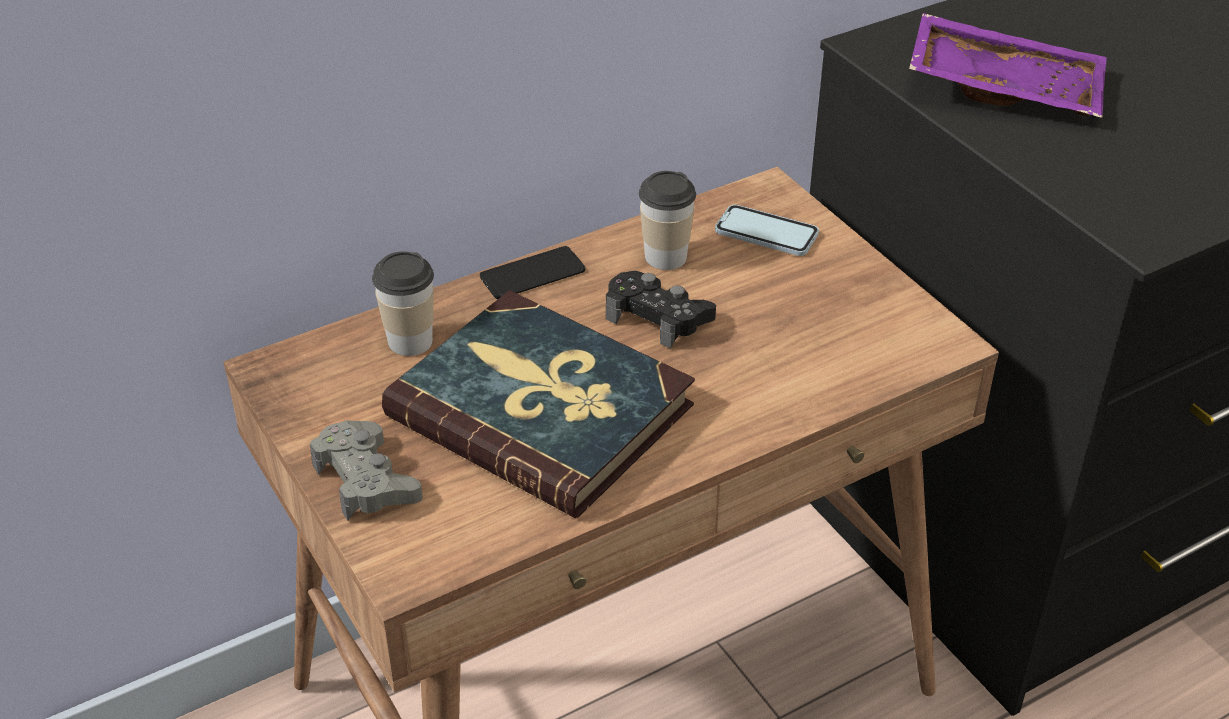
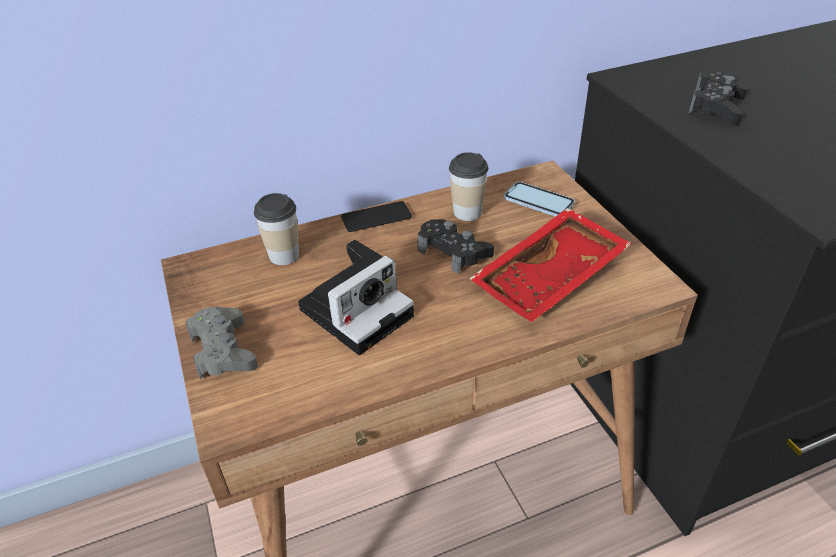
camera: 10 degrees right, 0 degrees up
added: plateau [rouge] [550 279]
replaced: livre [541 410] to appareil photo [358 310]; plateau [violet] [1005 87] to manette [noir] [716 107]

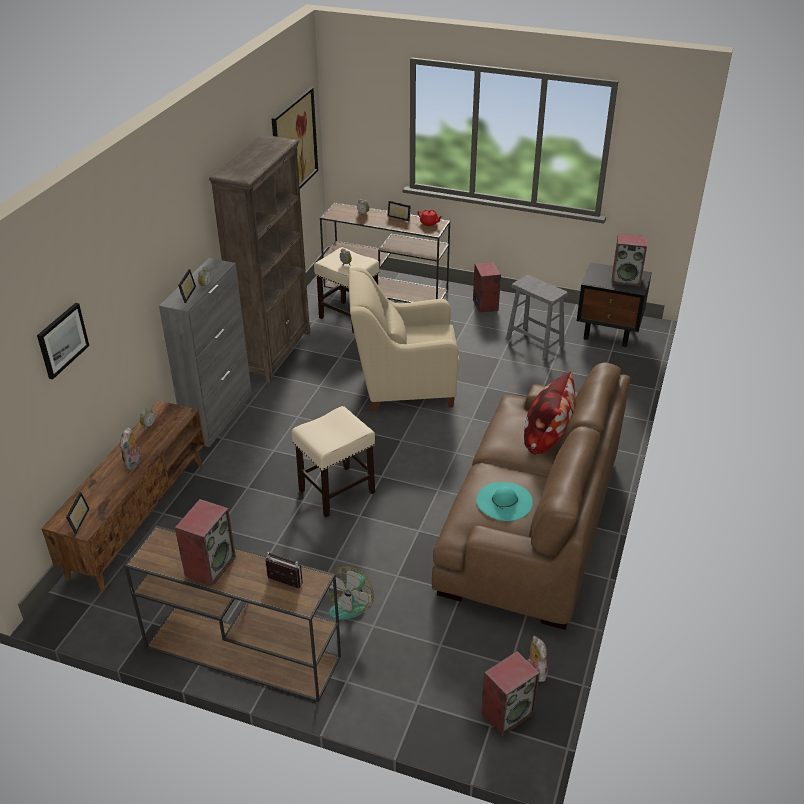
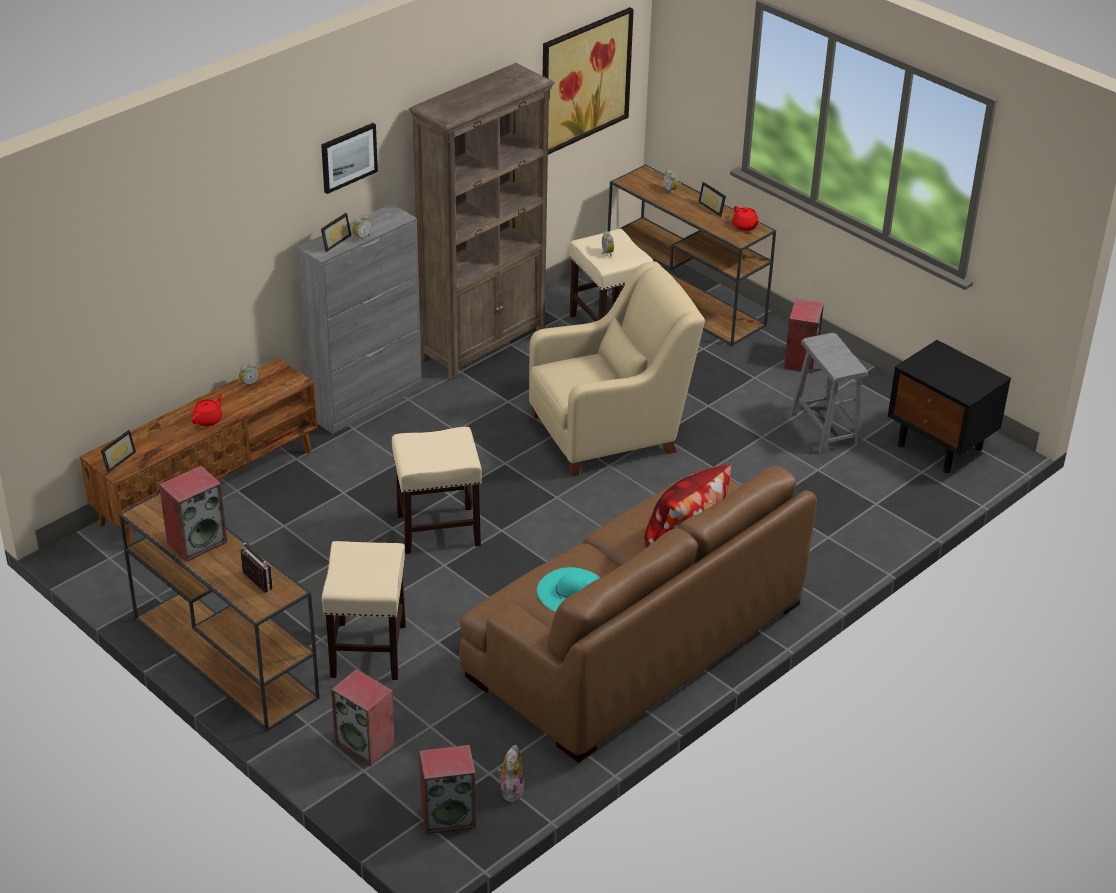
camera: 25 degrees right, 0 degrees up
moved: tableau [62 340] to [348 157]; enceinte [626 279] to [366 744]
replaced: peluche [133 463] to théière [rouge] [208 419]; ventilateur [351 603] to tabouret [beige] [368 651]
turned: fauteuil [beige] [403 385] = [610 432] 135 degrees clockwise

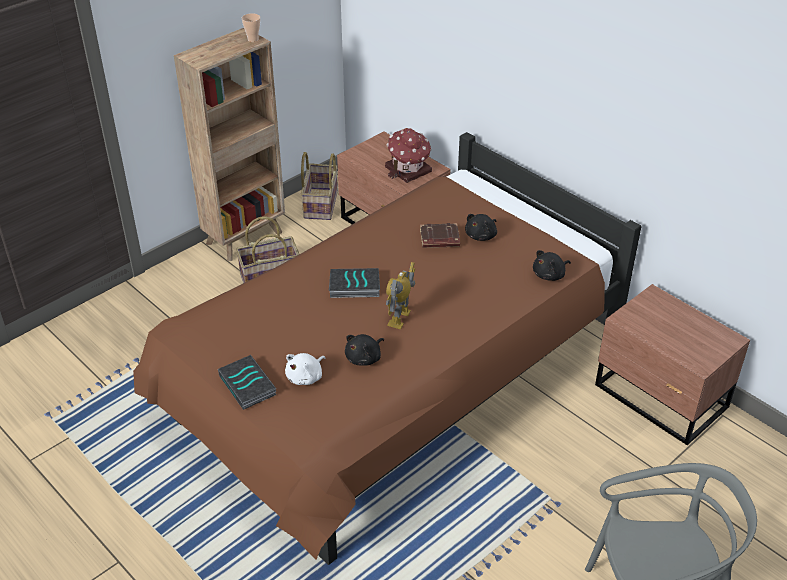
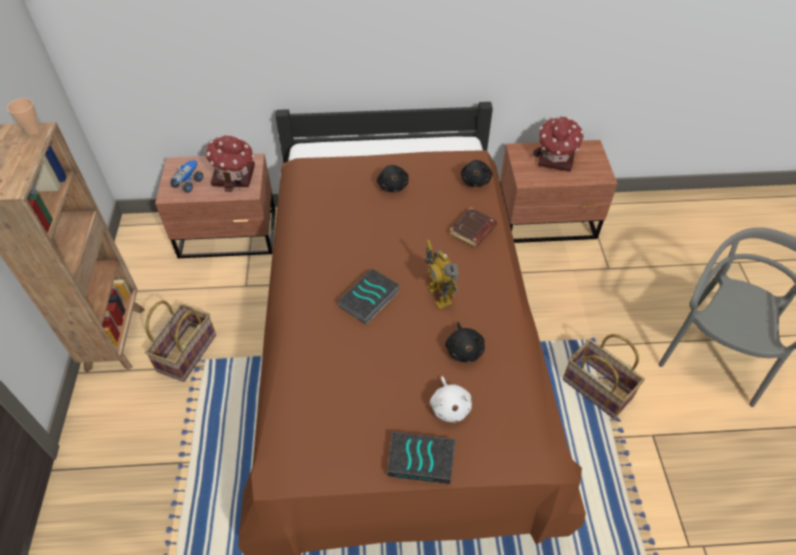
camera: 50 degrees left, 10 degrees up
added: camion jouet [188 183]; maison miniature [555 158]
moved: livre [marron] [439 239] to [473 230]; panier [320 204] to [596 389]

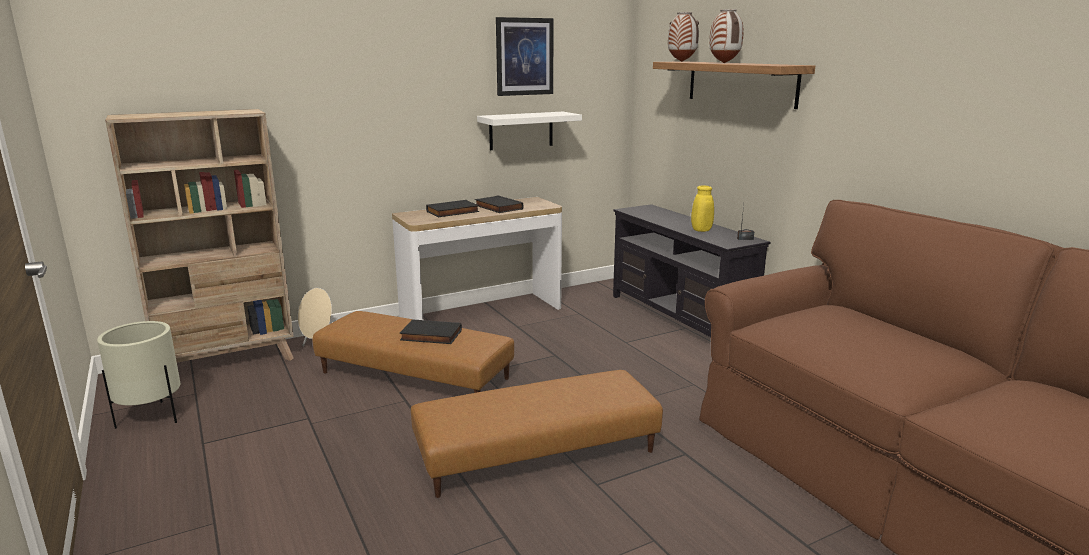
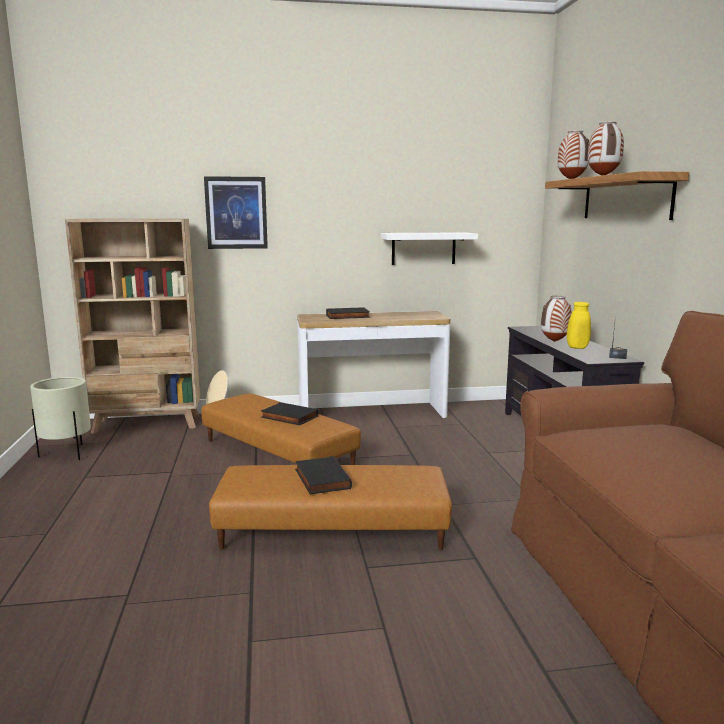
camera: 20 degrees right, 5 degrees down
added: vase [554 341]
moved: tableau [524 56] to [236 213]; livre [noir] [497 207] to [320 479]

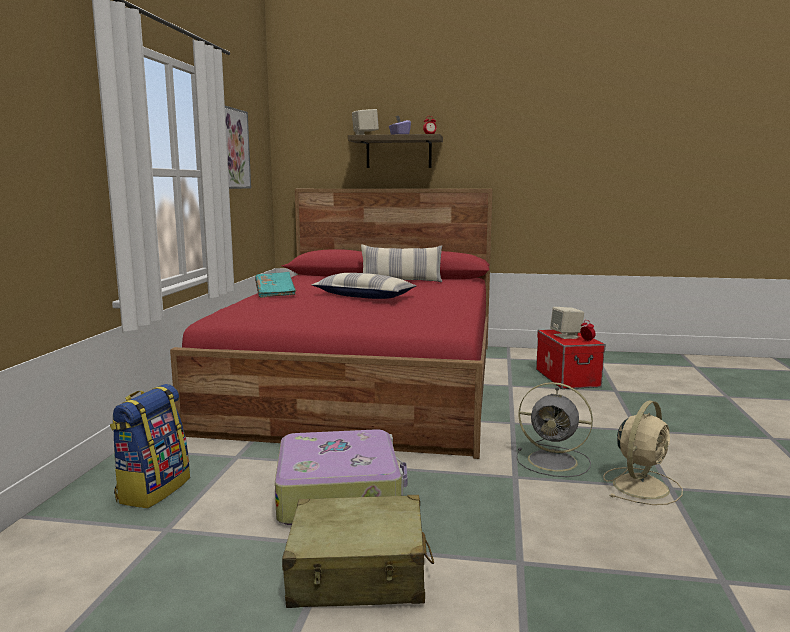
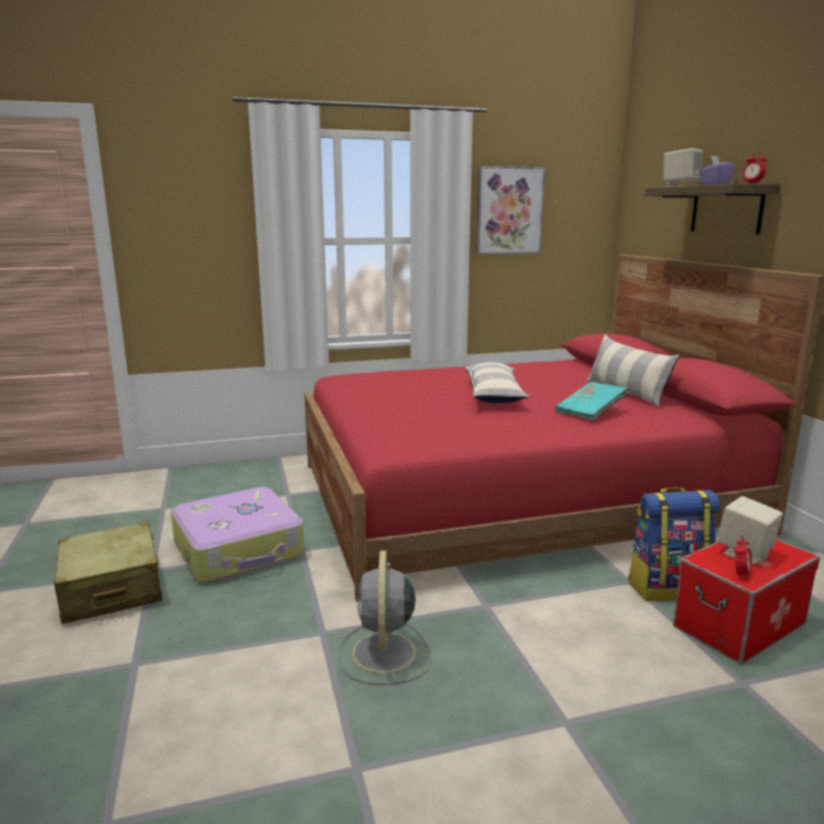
camera: 65 degrees right, 5 degrees up
removed: ventilateur [beige] [641 486]
moved: livre [turquoise] [275 293] to [590 411]; sac à dos [153 490] to [668 587]

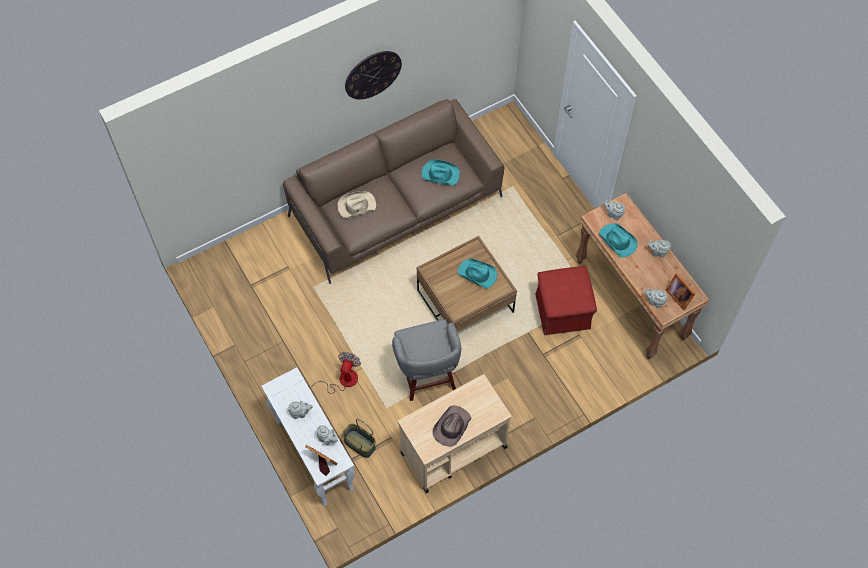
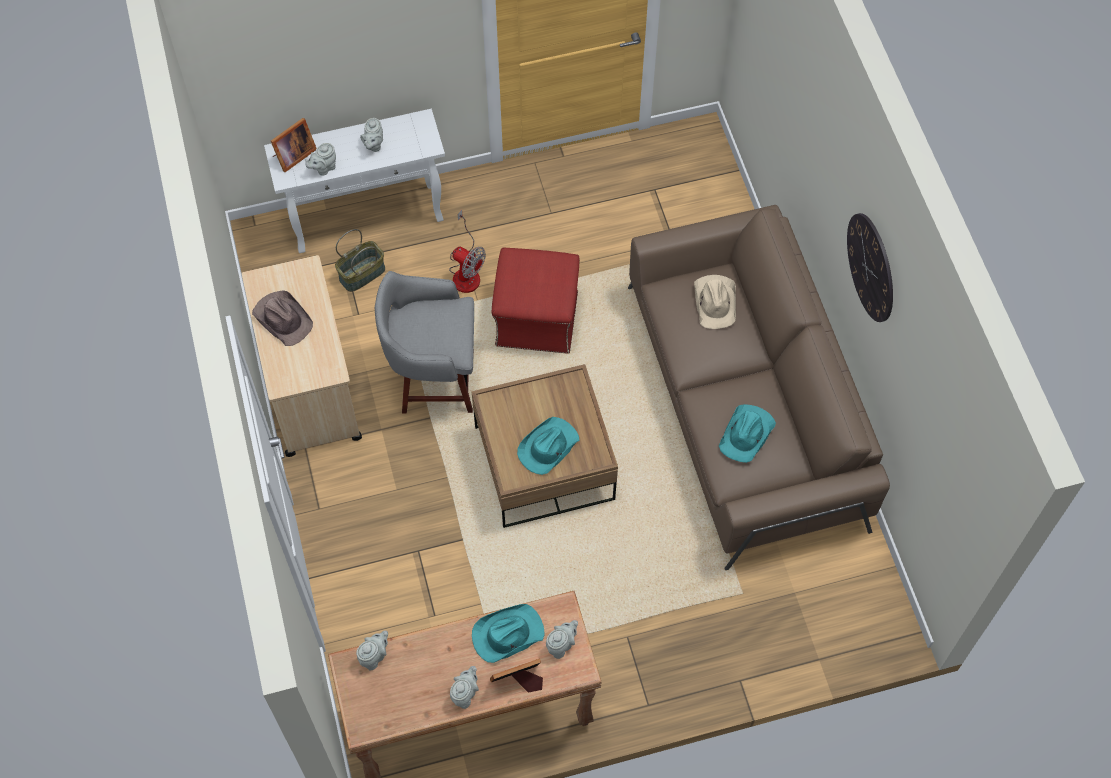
camera: 105 degrees right, 0 degrees up
moved: cadre photo [678 295] to [519 681]; pouf [rouge] [563 312] to [535 319]

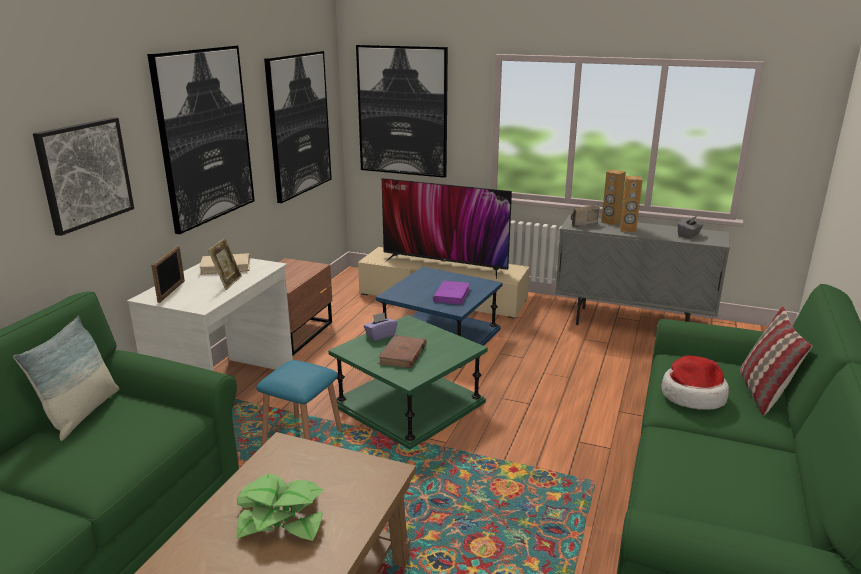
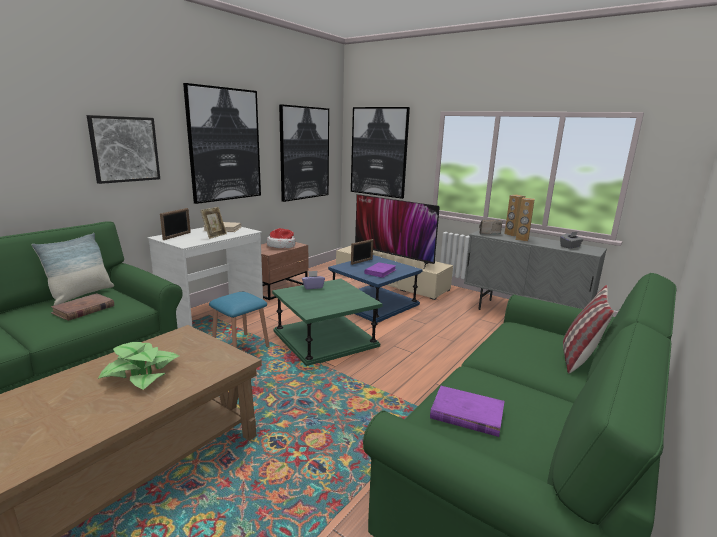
camera: 15 degrees right, 5 degrees down
added: cadre photo [362 261]; livre [violet] [466 414]
moved: livre [marron] [402 354] to [83 309]; chapeau [692 395] to [282 246]

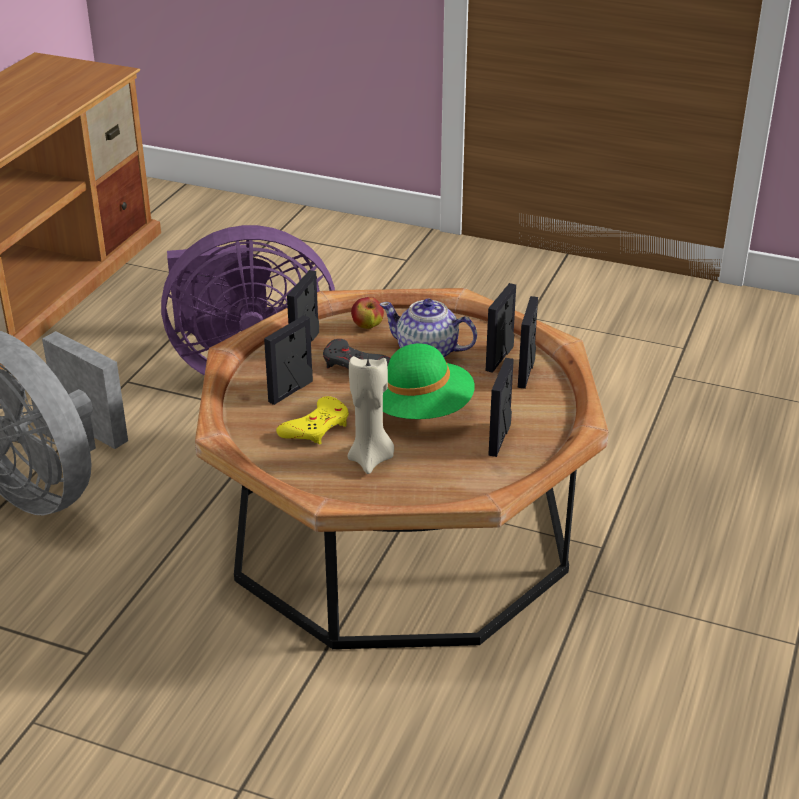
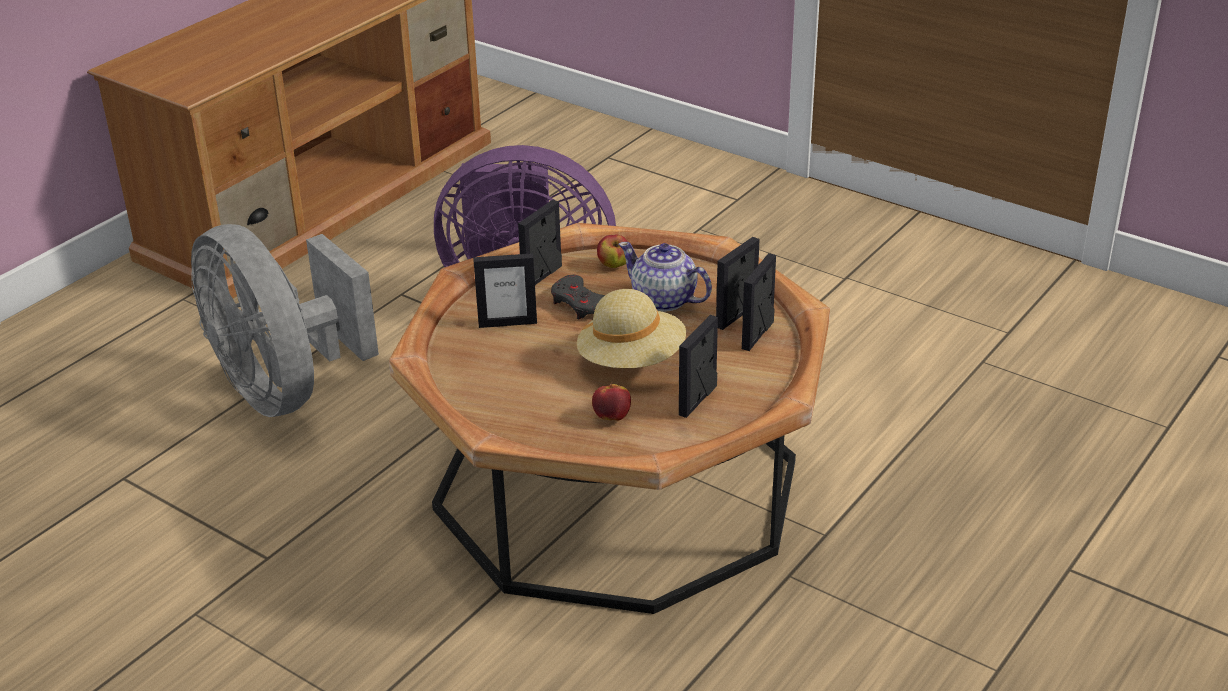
camera: 15 degrees right, 0 degrees up
removed: manette [jaune] [316 427]; bougie [beige] [371 459]
added: pomme [611 417]
recoloured: chapeau [vert] [422 411] to chapeau [beige] [632 360]
turned: cadre photo [291 391] = [507 323] 150 degrees counterclockwise

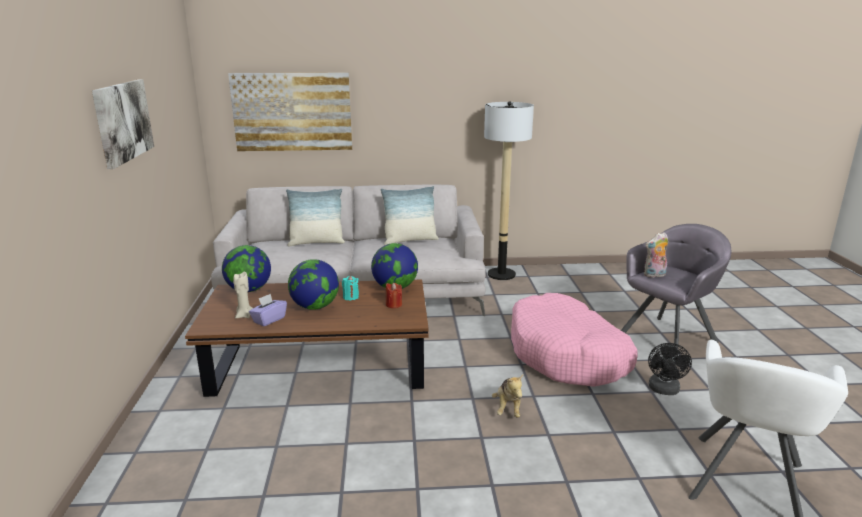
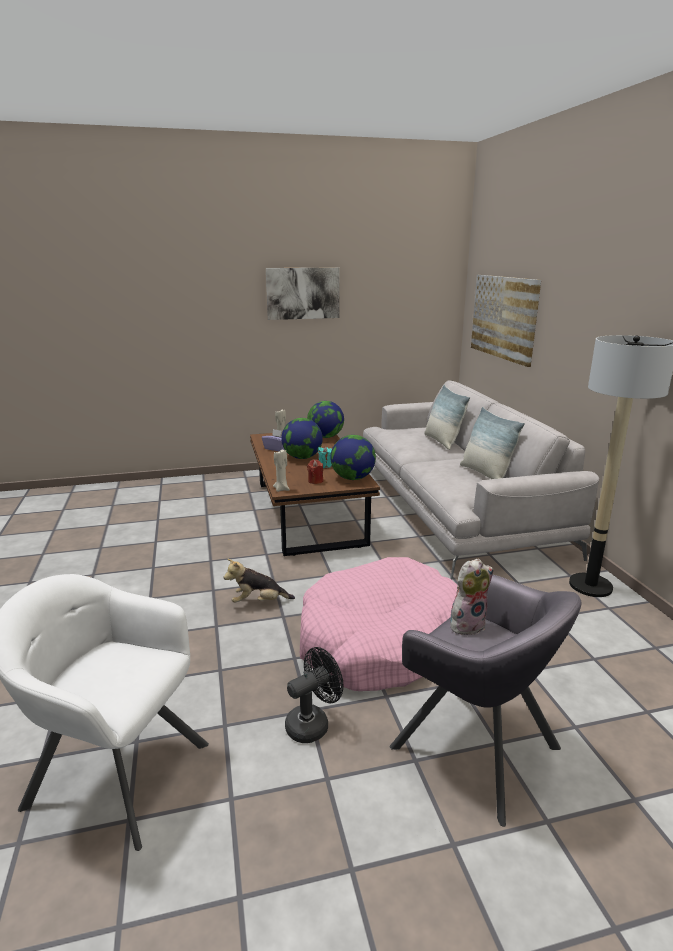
camera: 80 degrees right, 0 degrees up
added: bougie [beige] [281 489]
turned: ventilateur [noir] [664 390] = [313 723] 135 degrees clockwise; peluche [654 275] = [467 624] 90 degrees clockwise

